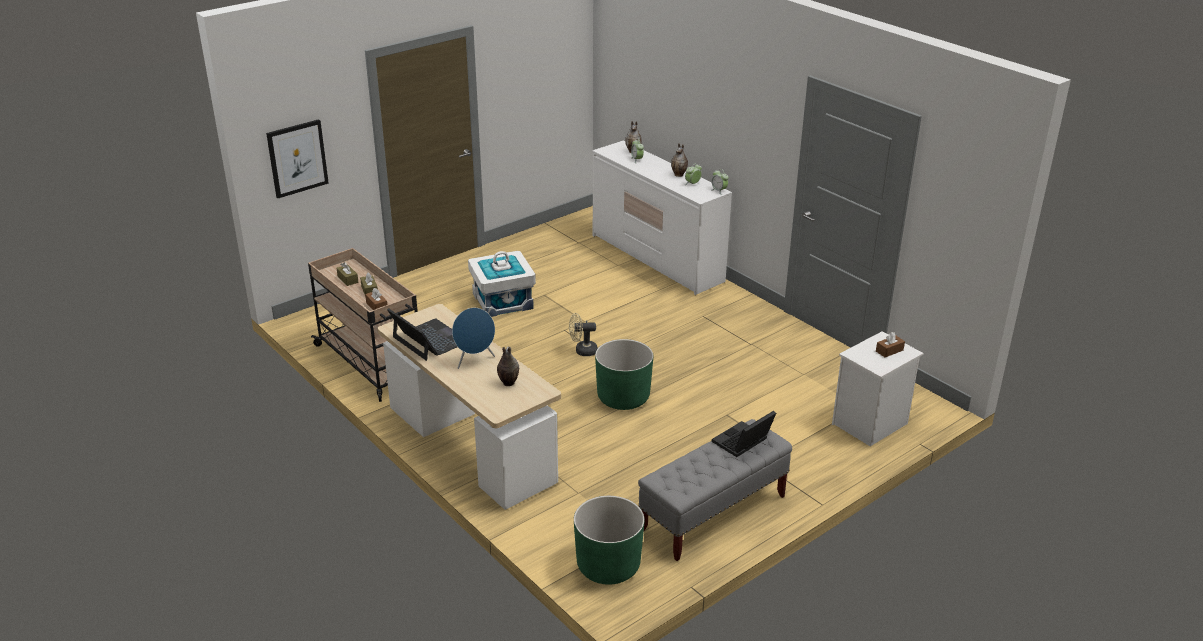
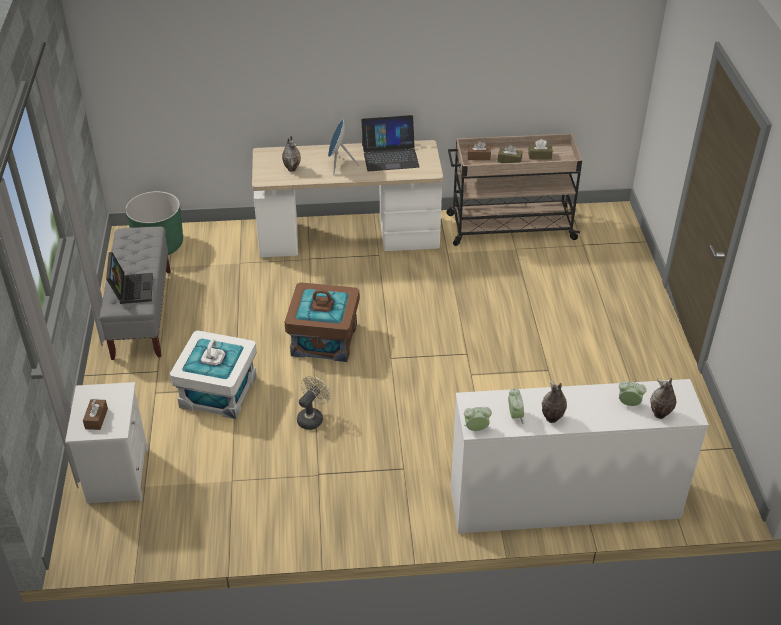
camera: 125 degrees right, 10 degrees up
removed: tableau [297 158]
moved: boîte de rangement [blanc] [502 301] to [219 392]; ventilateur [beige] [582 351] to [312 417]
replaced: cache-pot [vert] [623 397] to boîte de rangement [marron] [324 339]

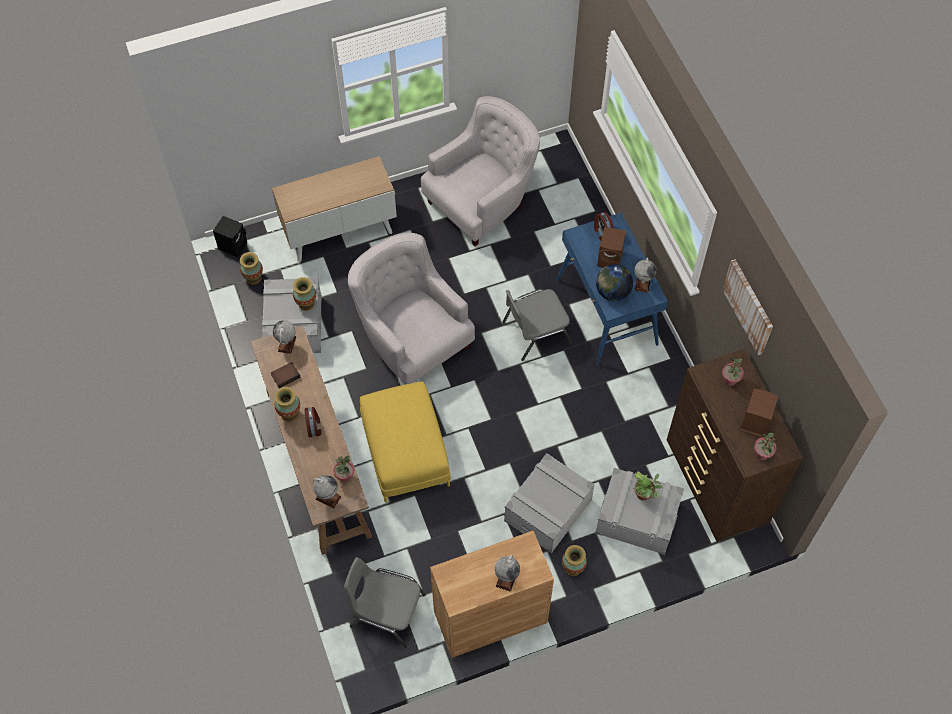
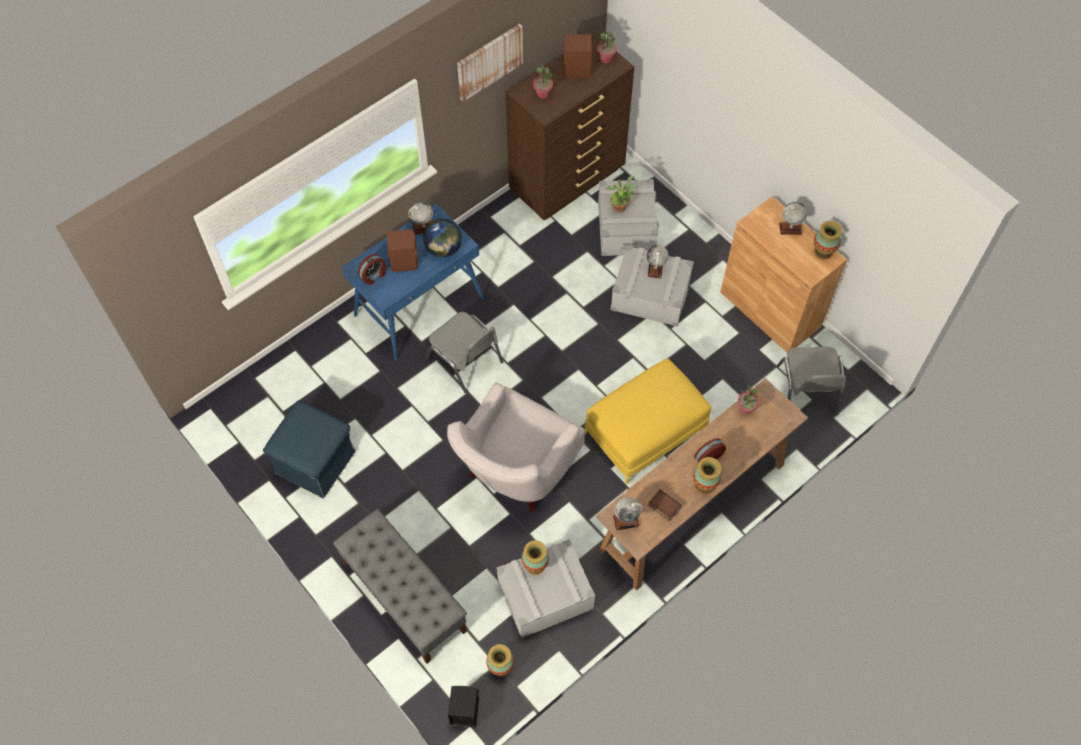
camera: 110 degrees left, 0 degrees up
moved: globe [328 497] to [655 269]; vase [572 568] to [823 252]
replaced: fauteuil [blanc] [482 202] to pouf [bleu] [315 461]; meuble de rangement [340 231] to banc [gris] [404 596]

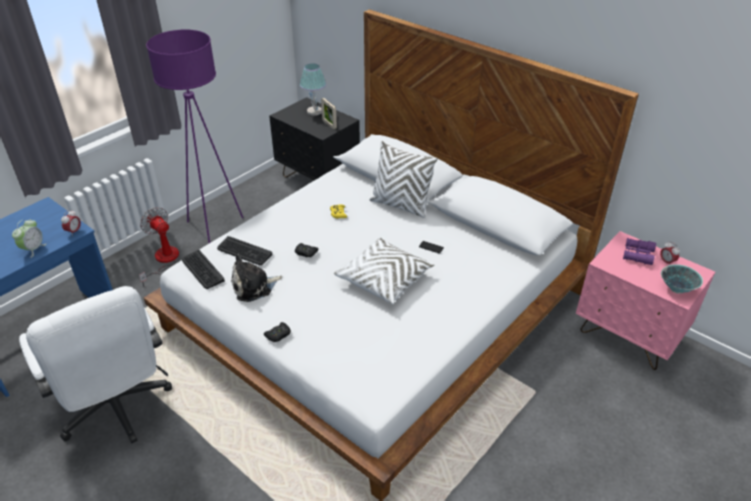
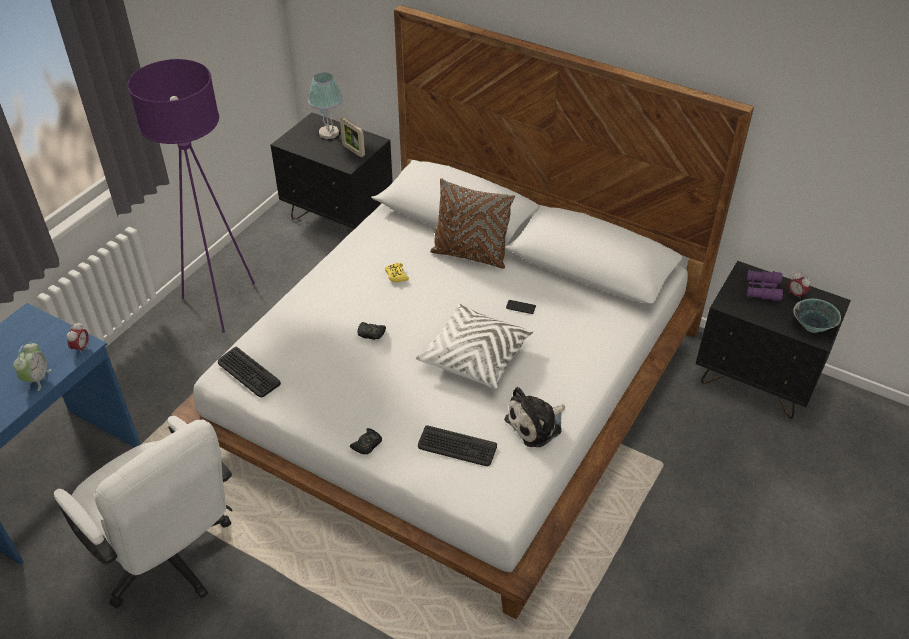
camera: 10 degrees left, 5 degrees up
removed: ventilateur [163 261]
moved: clavier [244 251] to [457 447]; peluche [254 287] to [536 424]
recoloured: coussin [blanc] [400 205] to coussin [marron] [470 254]; table de chevet [rose] [628 336] to table de chevet [noir] [756 381]

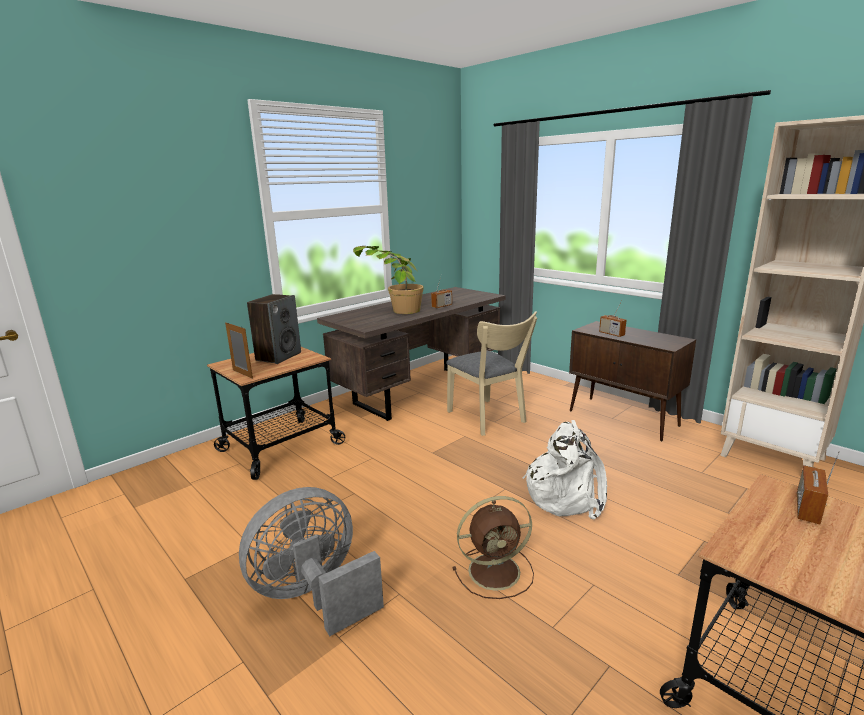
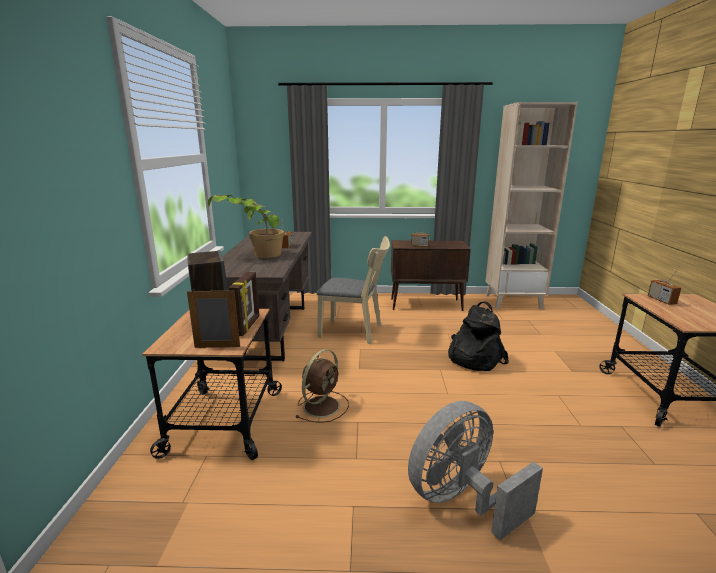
camera: 45 degrees left, 0 degrees up
added: cadre photo [248 326]
moved: ventilateur [marron] [496 571] to [322 405]
recoloured: sac à dos [blanc] [565 495] to sac à dos [noir] [473 358]
turned: ventilateur [gris] [314 595] = [461 500] 45 degrees clockwise

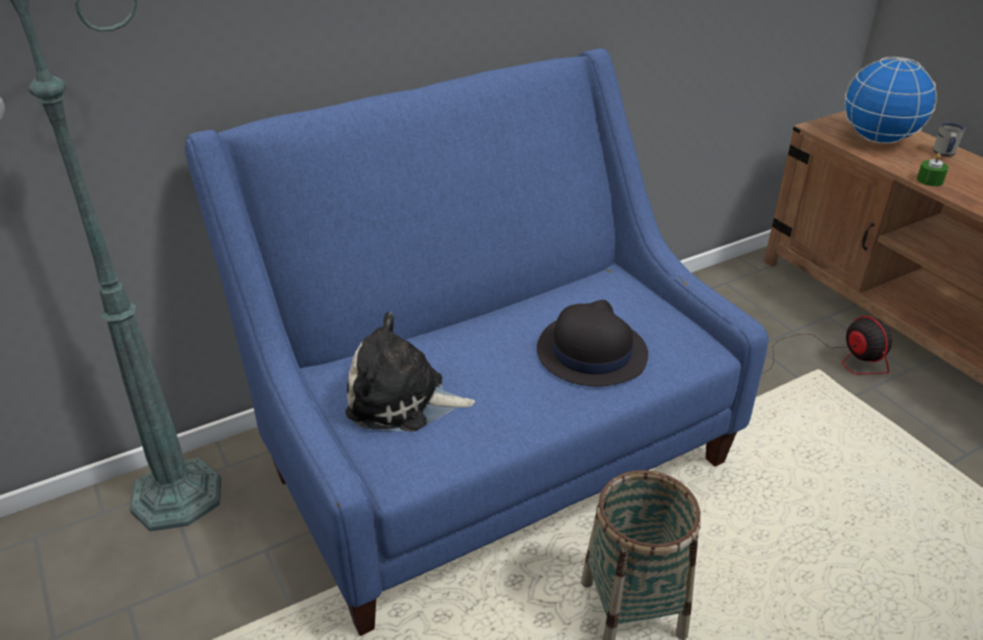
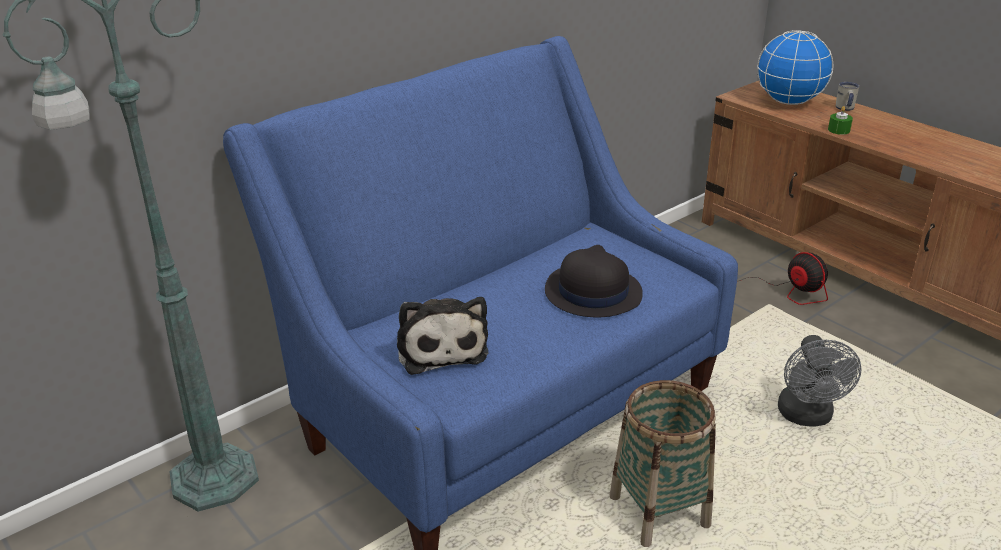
camera: 10 degrees left, 5 degrees down
added: ventilateur [gris] [807 417]
turned: peluche [402 400] = [441 347] 105 degrees counterclockwise

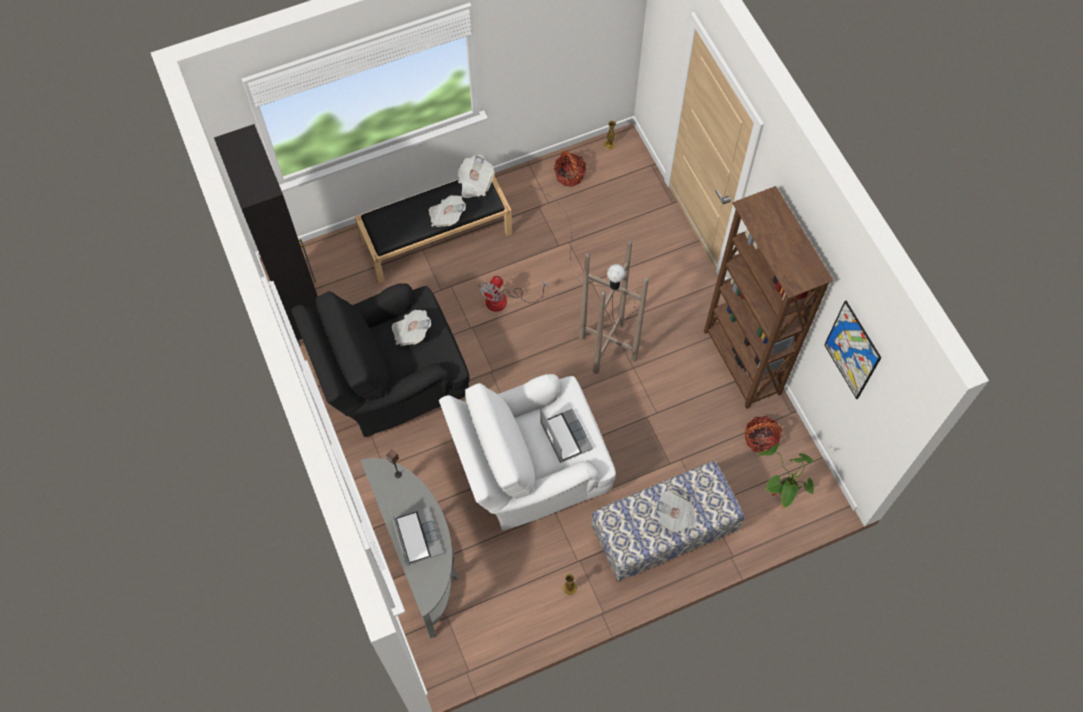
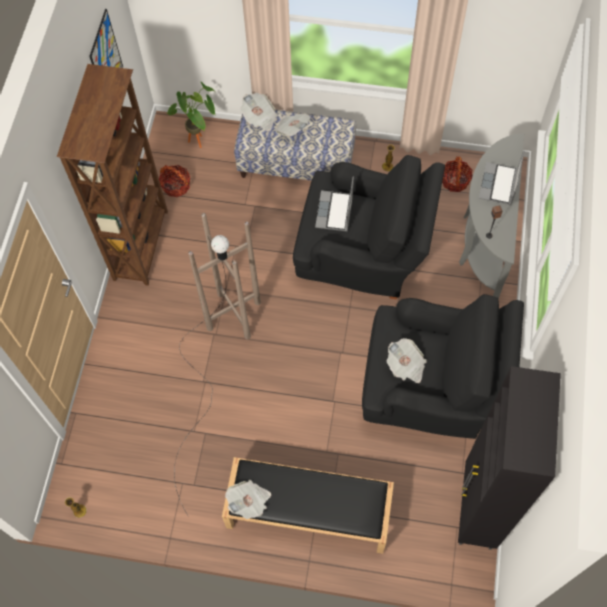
camera: 145 degrees left, 0 degrees up
removed: ventilateur [504 300]
moved: journal [446 216] to [260 118]; panier [569 175] to [455 181]
recoloured: fauteuil [blanc] [530 473] to fauteuil [noir] [363 256]

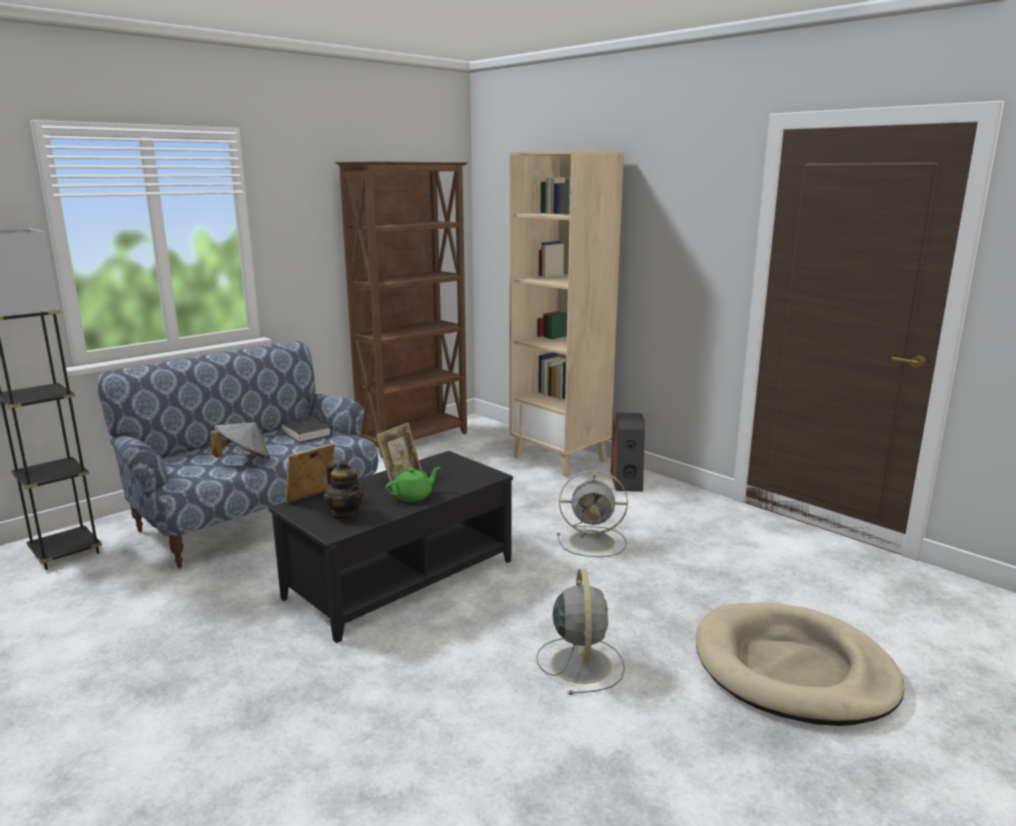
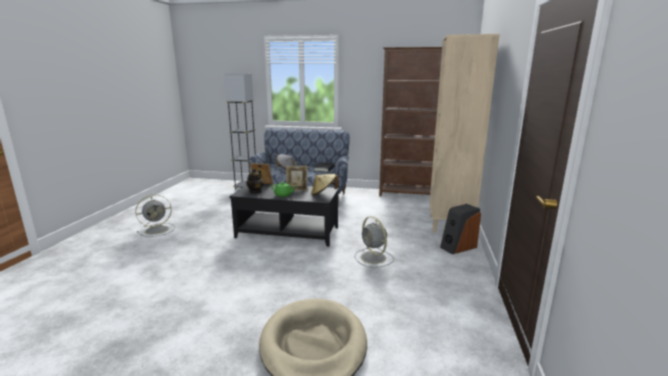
camera: 55 degrees right, 0 degrees up
added: chapeau [beige] [323 193]
moved: ventilateur [gris] [580 663] to [158 230]

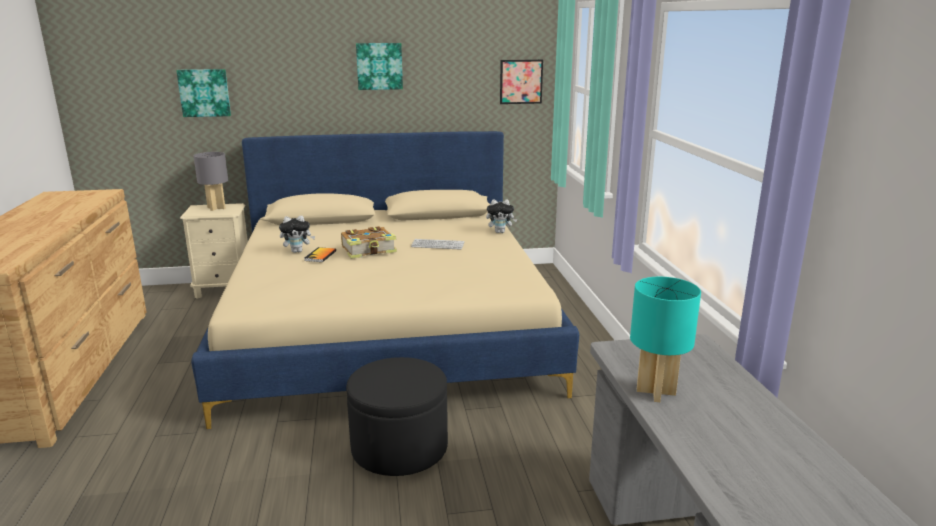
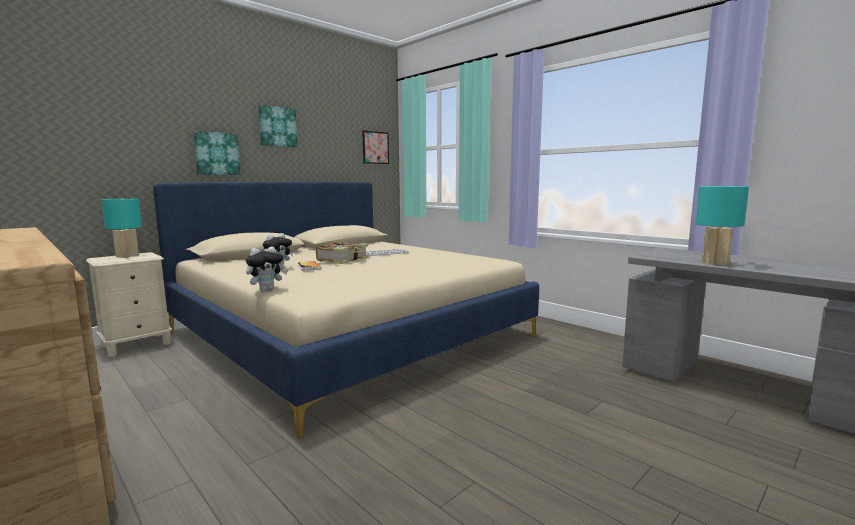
camera: 35 degrees left, 10 degrees down
removed: pouf [noir] [399 448]
moved: tableau [204 93] to [216 153]; peluche [500 232] to [267 290]
recoloured: lampe de table [gris] [216 208] to lampe de table [turquoise] [127 256]

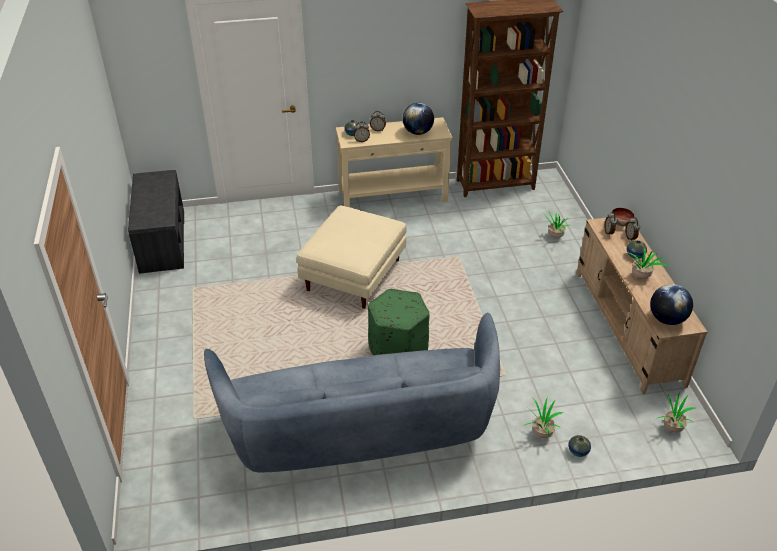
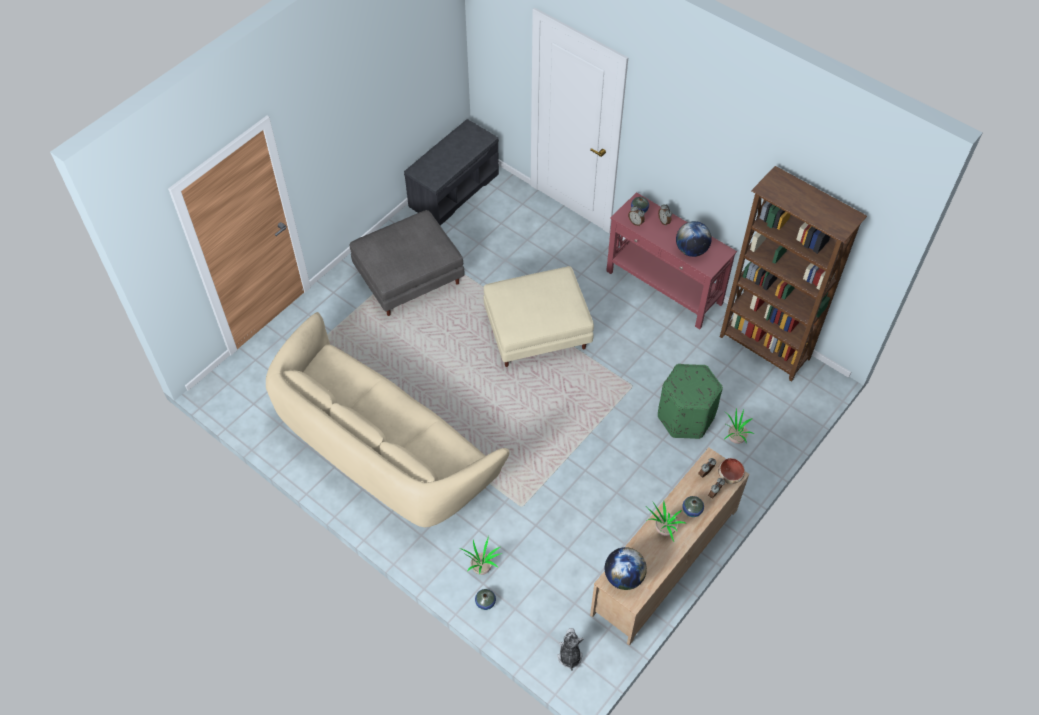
camera: 50 degrees right, 15 degrees up
added: pouf [gris] [408 280]
moved: pouf [vert] [398 352] to [685 417]
replaced: plante en pot [671 427] to peluche [569 655]
recoloured: canapé [bleu] [360 431] to canapé [beige] [383 452]; table console [beige] [393 197] to table console [rouge] [664 288]

